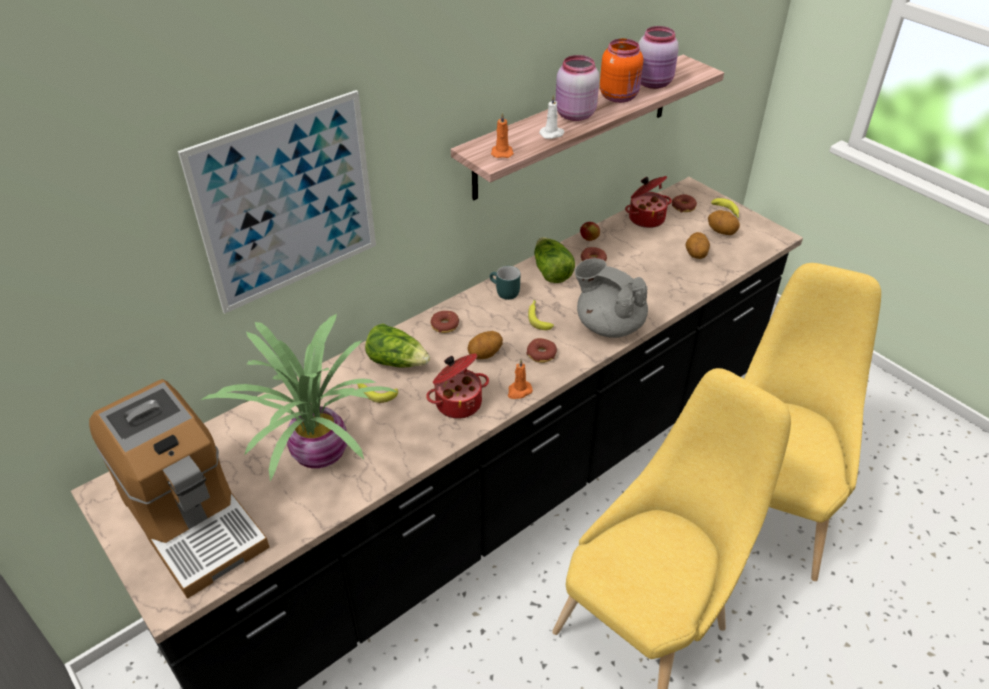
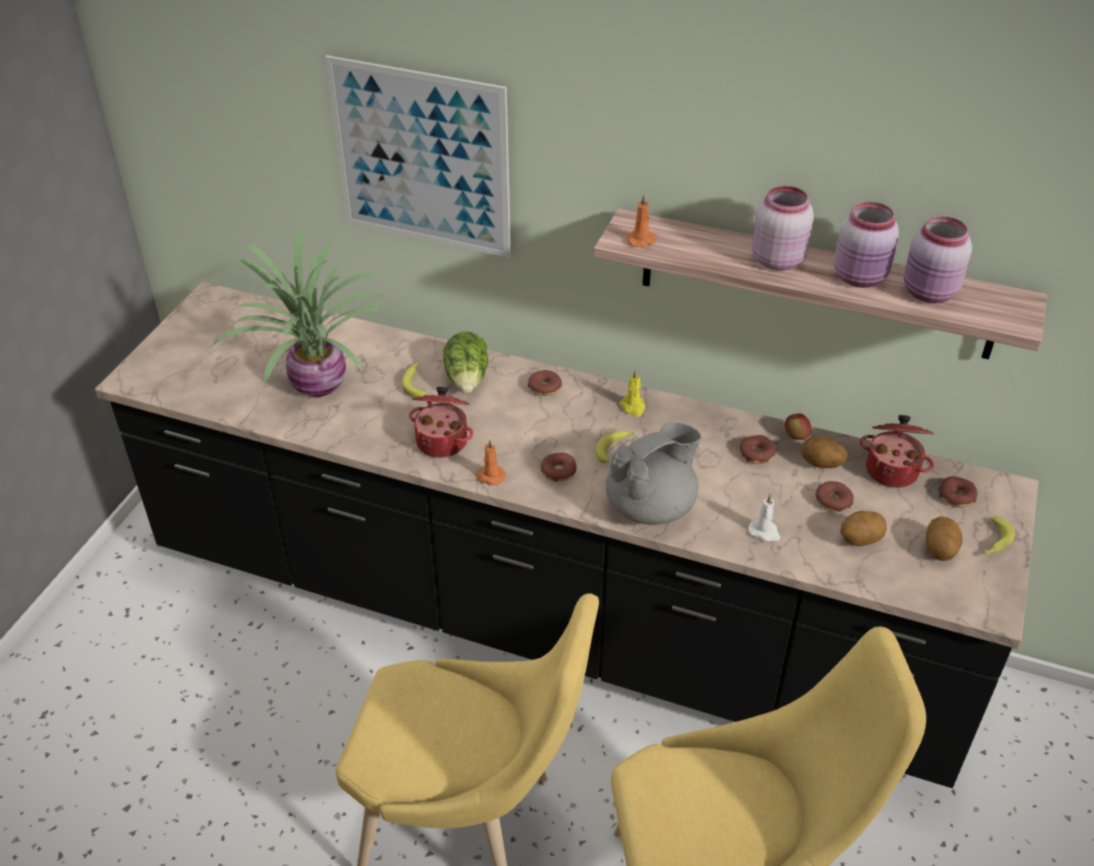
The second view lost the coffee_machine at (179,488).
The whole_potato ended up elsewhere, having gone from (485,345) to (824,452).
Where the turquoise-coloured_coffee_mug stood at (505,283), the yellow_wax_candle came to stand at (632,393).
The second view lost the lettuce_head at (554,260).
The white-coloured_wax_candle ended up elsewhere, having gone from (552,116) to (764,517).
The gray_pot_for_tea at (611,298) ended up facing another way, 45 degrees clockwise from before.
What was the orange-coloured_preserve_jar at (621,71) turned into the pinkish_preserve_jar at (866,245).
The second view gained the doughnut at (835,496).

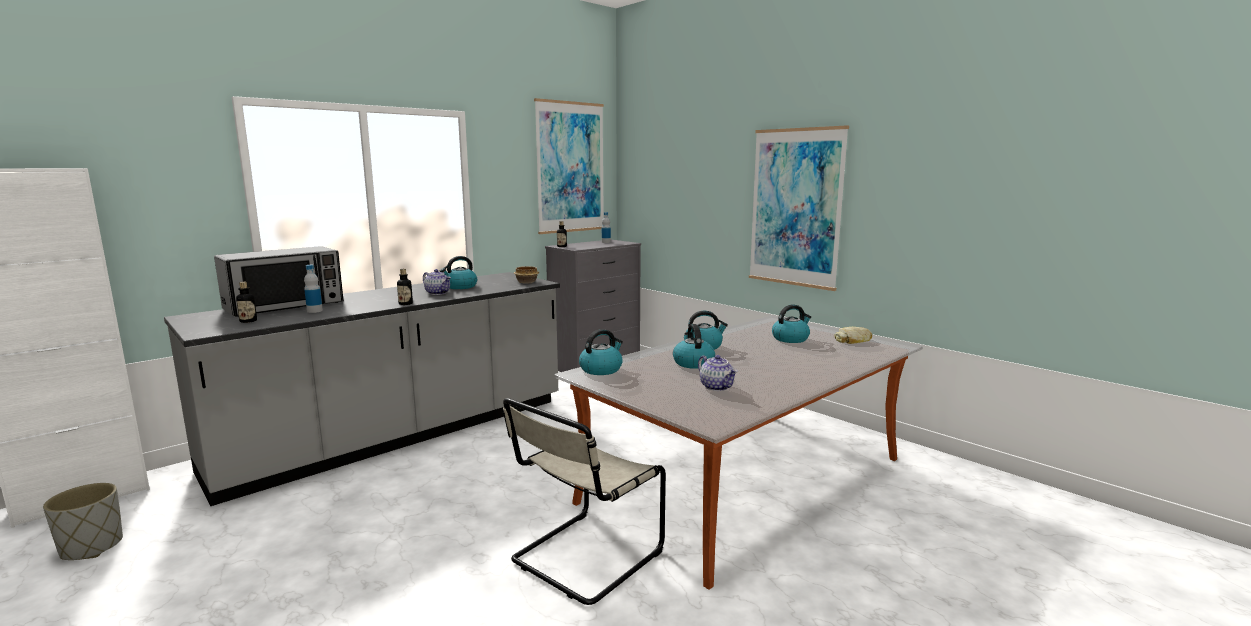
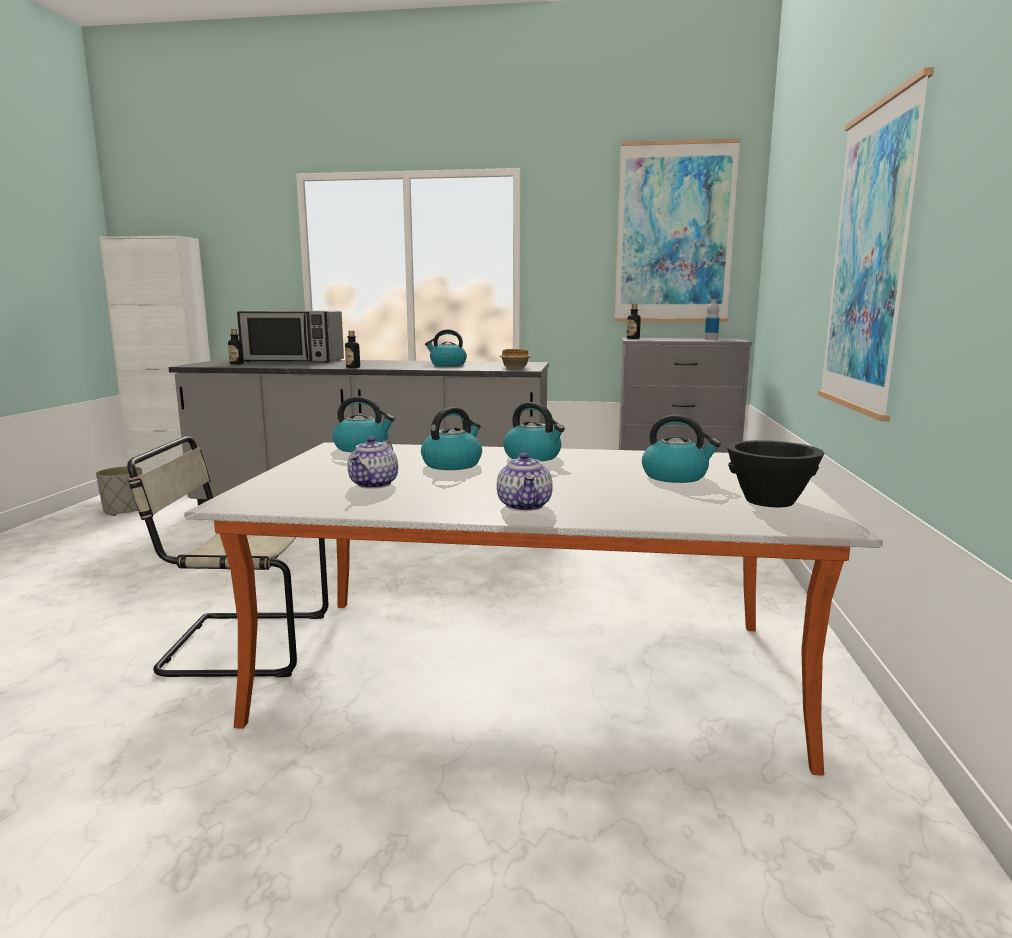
The second view lost the bottle at (313,289).
The pot_for_tea ended up elsewhere, having gone from (437,282) to (525,482).
Where the bread stood at (853,335), the black-coloured_bowl came to stand at (775,473).

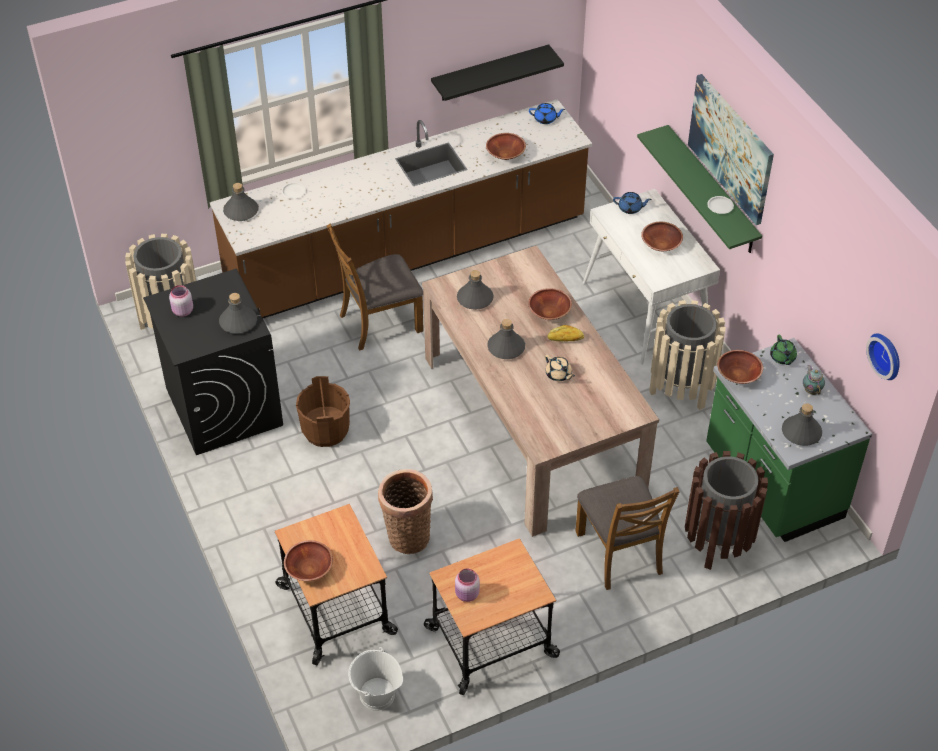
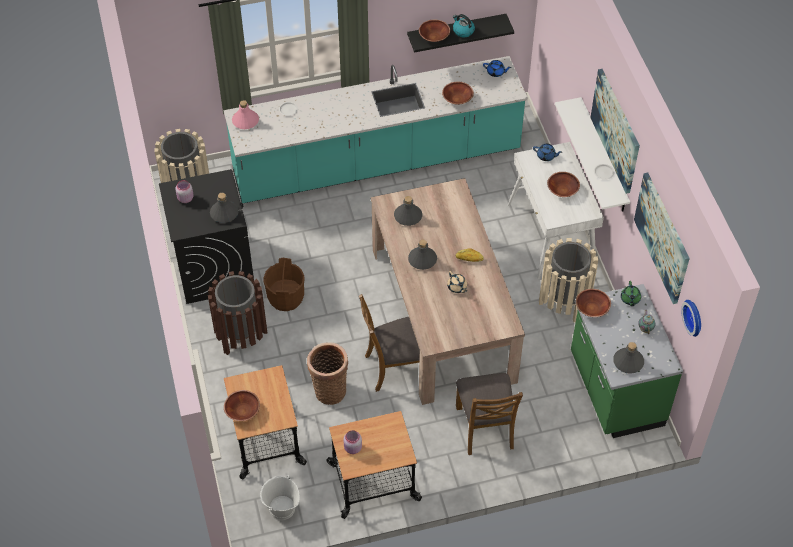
What was the brownish_kitchen_counter at (401,208) turned into the turquoise-coloured_kitchen_counter at (376,129).
What was the gray_bottle at (241,202) turned into the pinkish_bottle at (245,114).
The brownish_upright_chair ended up elsewhere, having gone from (375,287) to (389,343).
The brownish_bowl ended up elsewhere, having gone from (550,304) to (434,31).
What was the greenish_shelf at (699,189) turned into the white-coloured_shelf at (592,154).
The brownish_trash_can ended up elsewhere, having gone from (726,510) to (238,313).
The second view gained the water_kettle at (464,26).
The second view gained the picture at (662,238).

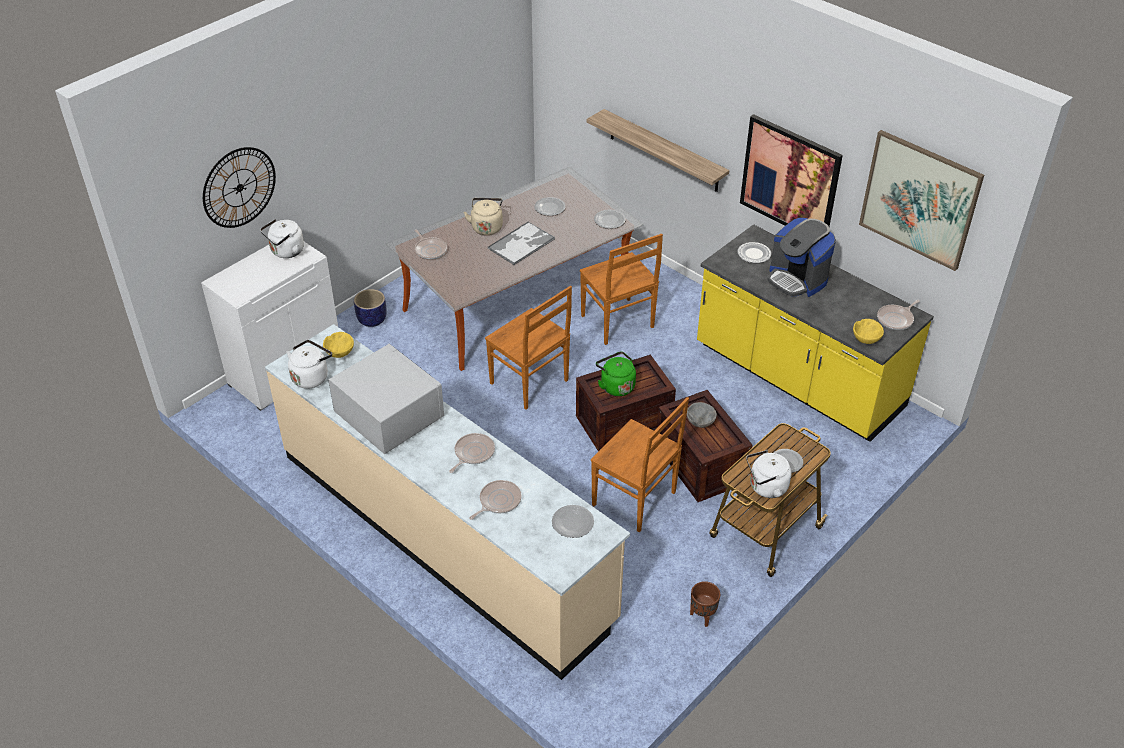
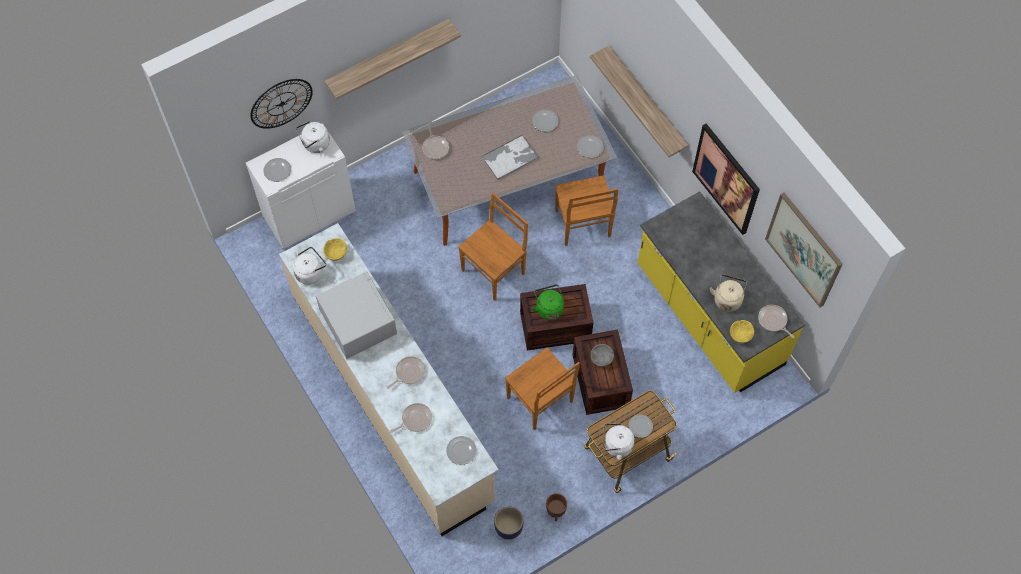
The planter ended up elsewhere, having gone from (370,308) to (508,523).
The sand-coloured_water_kettle ended up elsewhere, having gone from (483,216) to (728,293).
The brownish_upright_chair at (528,348) ended up facing another way, 105 degrees counterclockwise from before.
The dinner_plate ended up elsewhere, having gone from (754,252) to (277,170).
The second view lost the coffee_machine at (802,257).
The frying_pan at (898,315) ended up facing another way, 75 degrees clockwise from before.
The second view gained the shelf at (393,59).

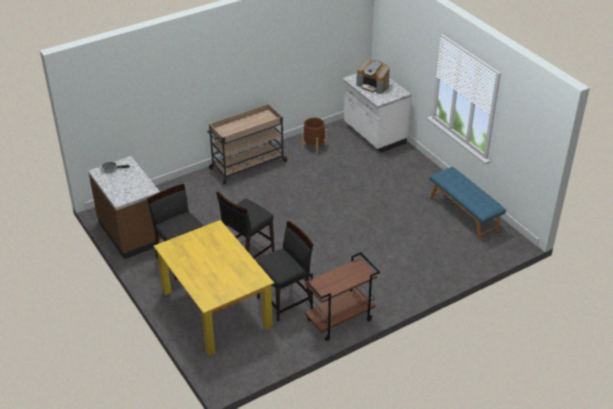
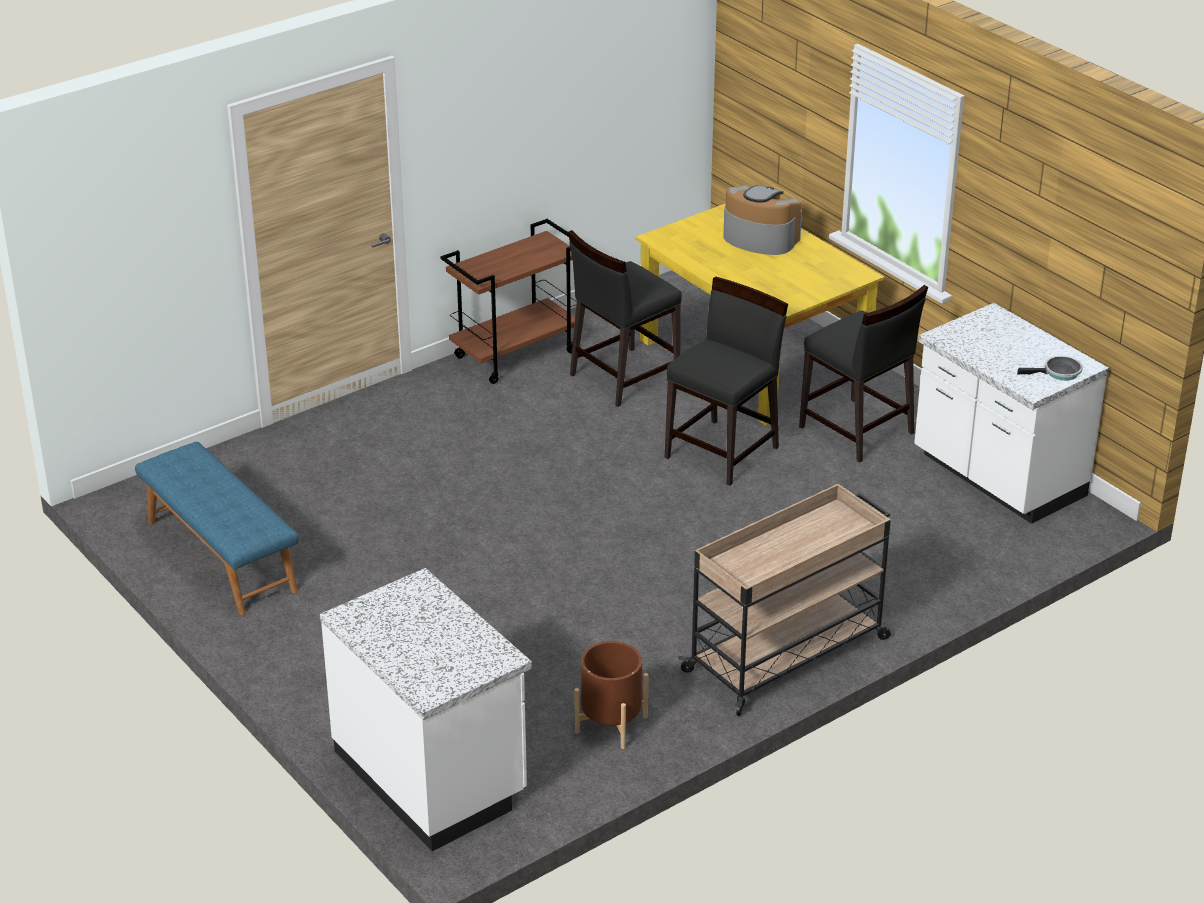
What was the brownish_kitchen_counter at (124,207) turned into the white-coloured_kitchen_counter at (1011,413).
The coffee_machine ended up elsewhere, having gone from (373,77) to (762,220).

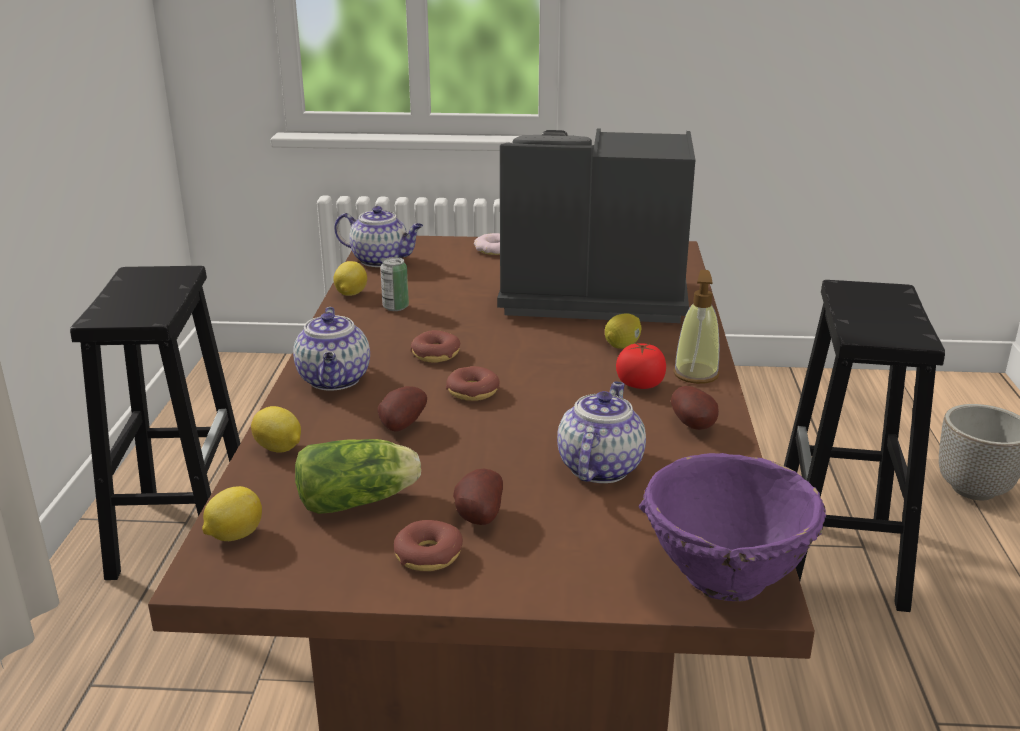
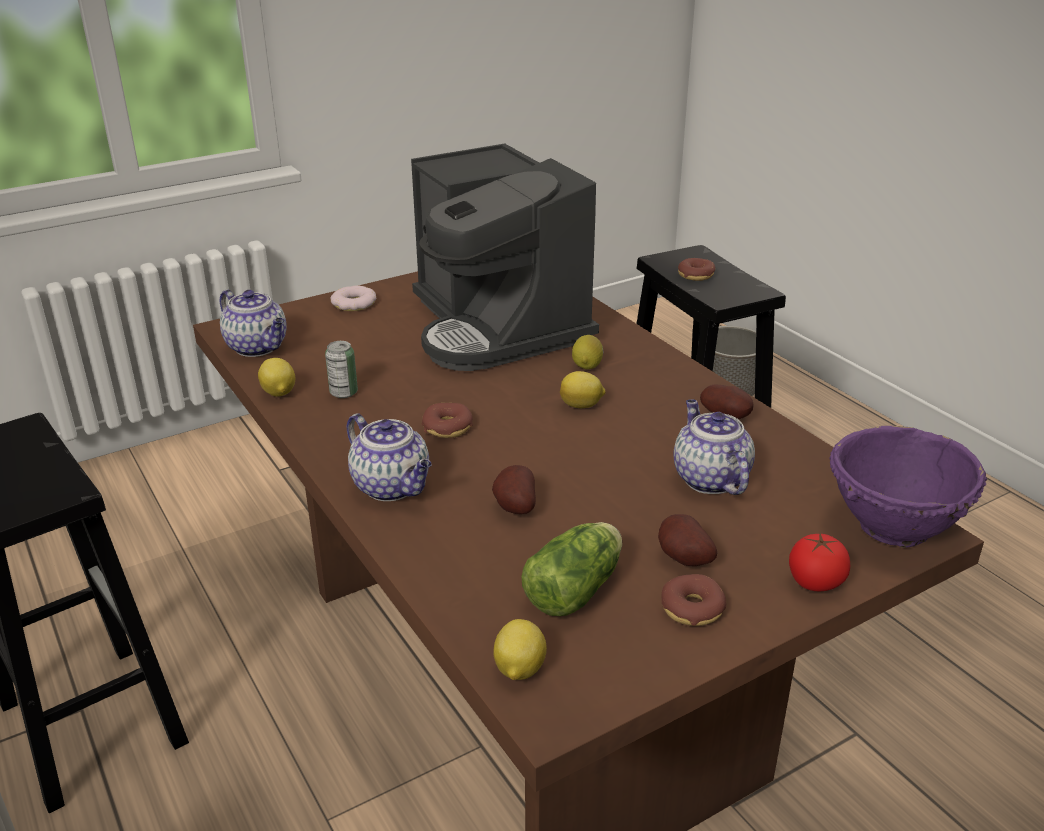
The whole_lemon ended up elsewhere, having gone from (276,429) to (583,389).
The pot_for_tea at (378,236) ended up facing another way, 60 degrees clockwise from before.
The doughnut ended up elsewhere, having gone from (473,383) to (696,269).
The coffee_machine at (596,225) ended up facing another way, 90 degrees counterclockwise from before.
The tomato ended up elsewhere, having gone from (641,366) to (819,561).
The second view lost the liquid_soap_bottle at (696,327).

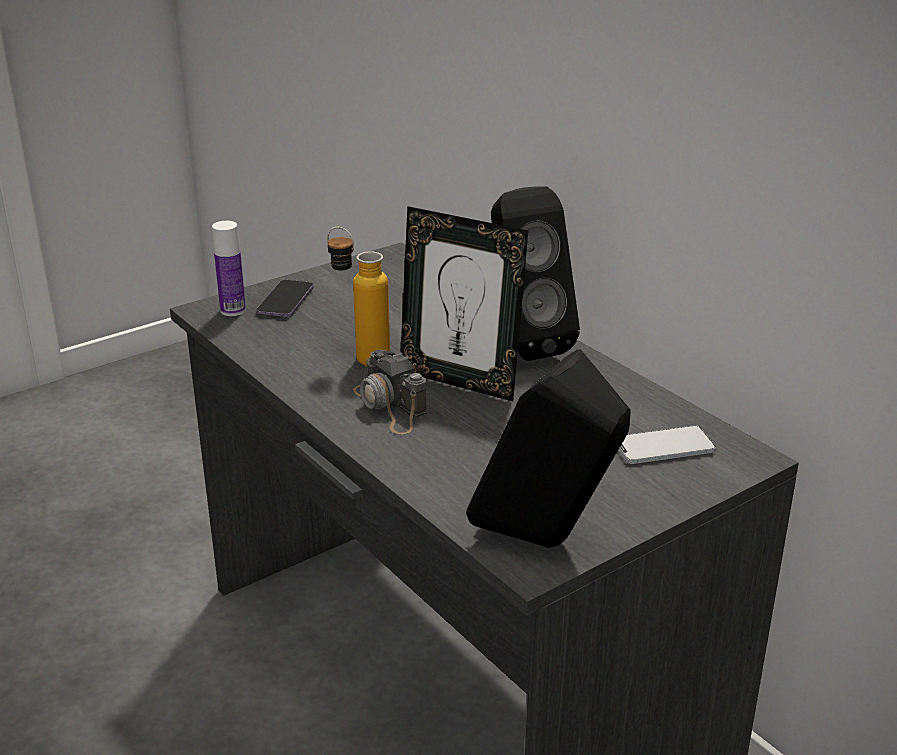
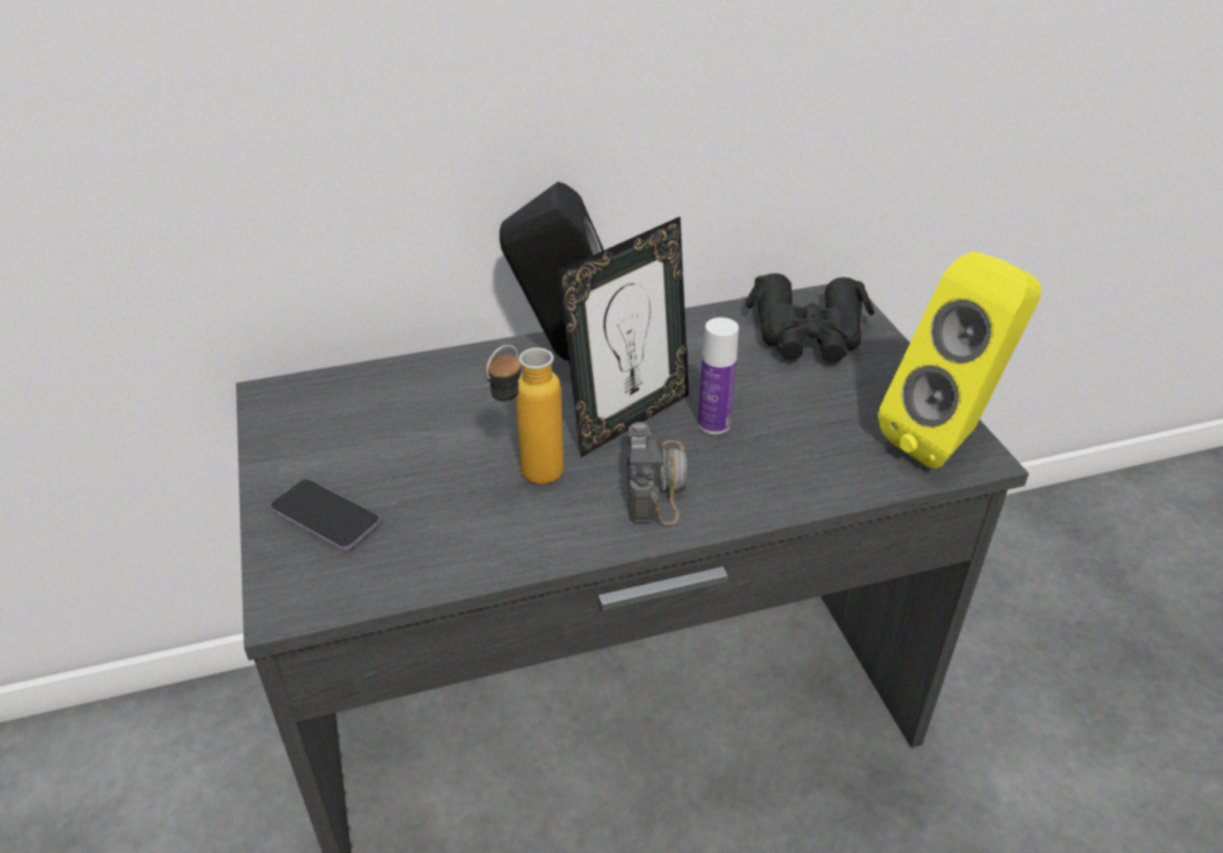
The bottle ended up elsewhere, having gone from (229,268) to (718,376).
The photo_camera at (390,392) ended up facing another way, 75 degrees counterclockwise from before.
What was the black-coloured_speaker at (549,448) turned into the yellow_speaker at (959,360).
Where the phone stood at (667,444), the black-coloured_field_glasses came to stand at (810,318).

